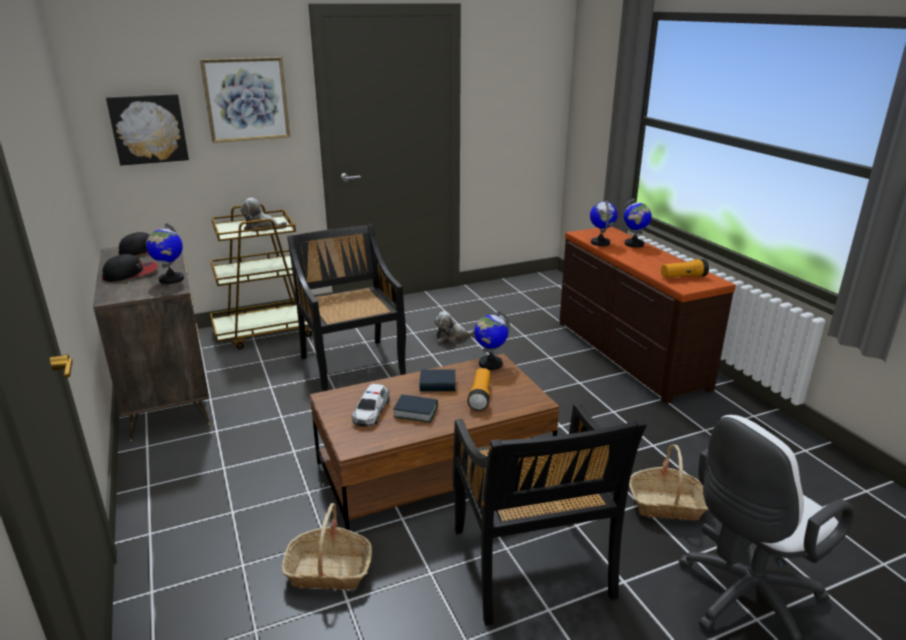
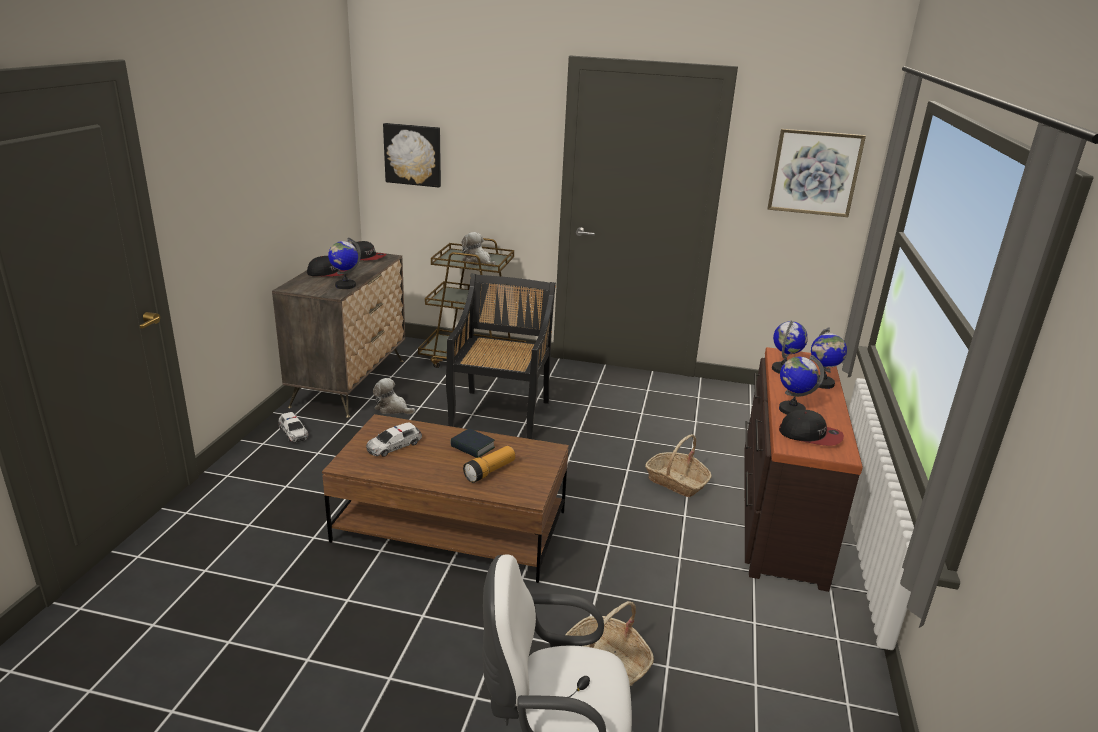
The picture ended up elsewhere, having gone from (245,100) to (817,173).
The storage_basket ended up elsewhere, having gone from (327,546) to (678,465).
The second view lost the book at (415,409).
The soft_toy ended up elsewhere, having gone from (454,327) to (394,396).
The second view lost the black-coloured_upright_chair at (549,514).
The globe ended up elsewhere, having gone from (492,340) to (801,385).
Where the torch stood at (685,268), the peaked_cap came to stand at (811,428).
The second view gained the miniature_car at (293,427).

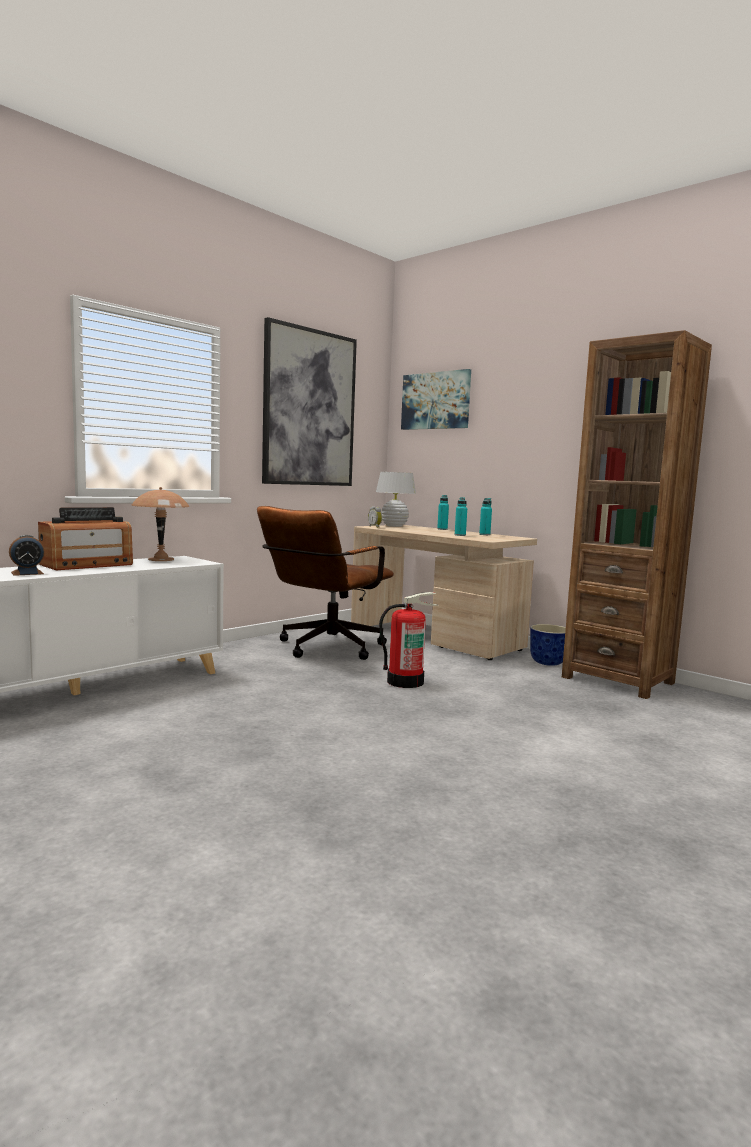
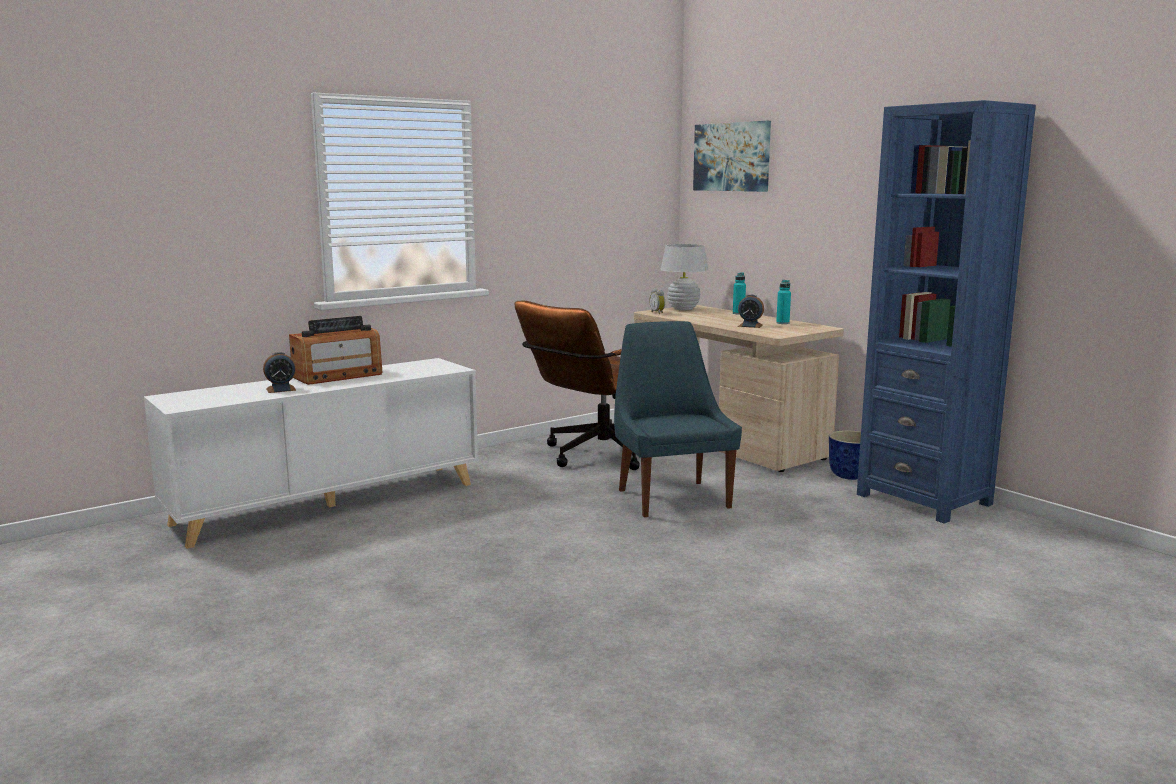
The second view lost the brownish_table_lamp at (160,524).
The second view lost the picture at (309,401).
Where the extinguisher stood at (408,640), the blue_upright_chair came to stand at (678,419).
Where the turquoise-coloured_bottle stood at (461,516), the bedside_clock came to stand at (751,311).
What was the brownish_shelving_unit at (637,514) turned into the blue_shelving_unit at (946,312).

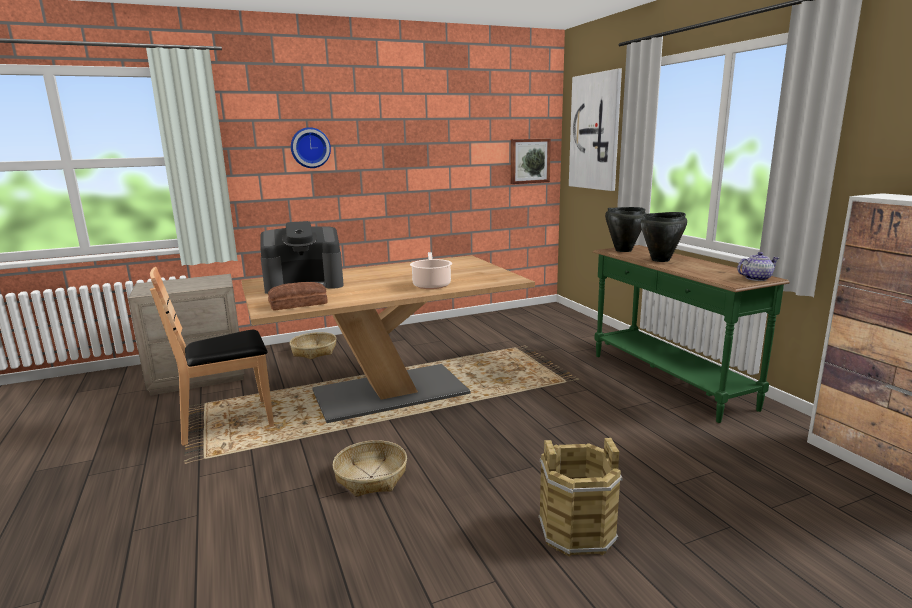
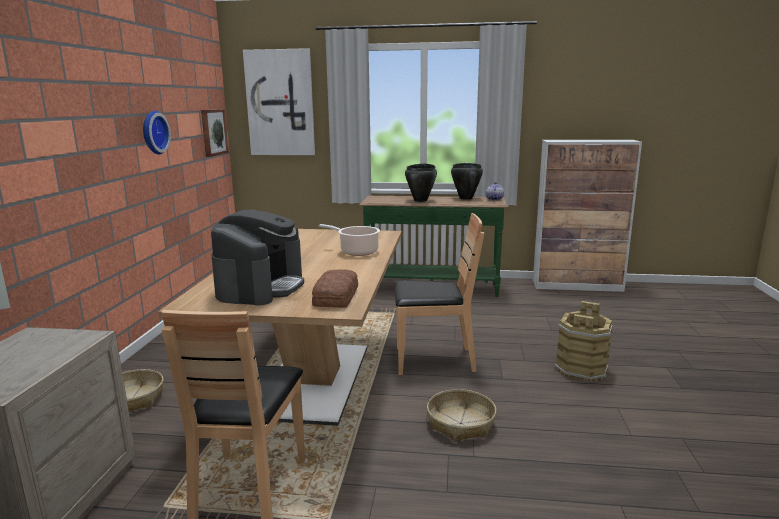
The clock_on_the_wall ended up elsewhere, having gone from (311,147) to (157,133).
The black-coloured_cooking_pot ended up elsewhere, having gone from (625,229) to (467,181).
The second view gained the brownish_upright_chair at (439,294).

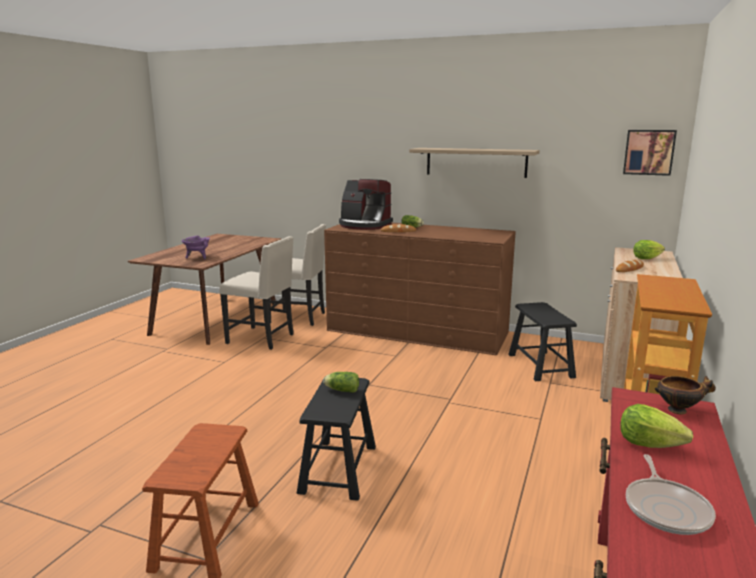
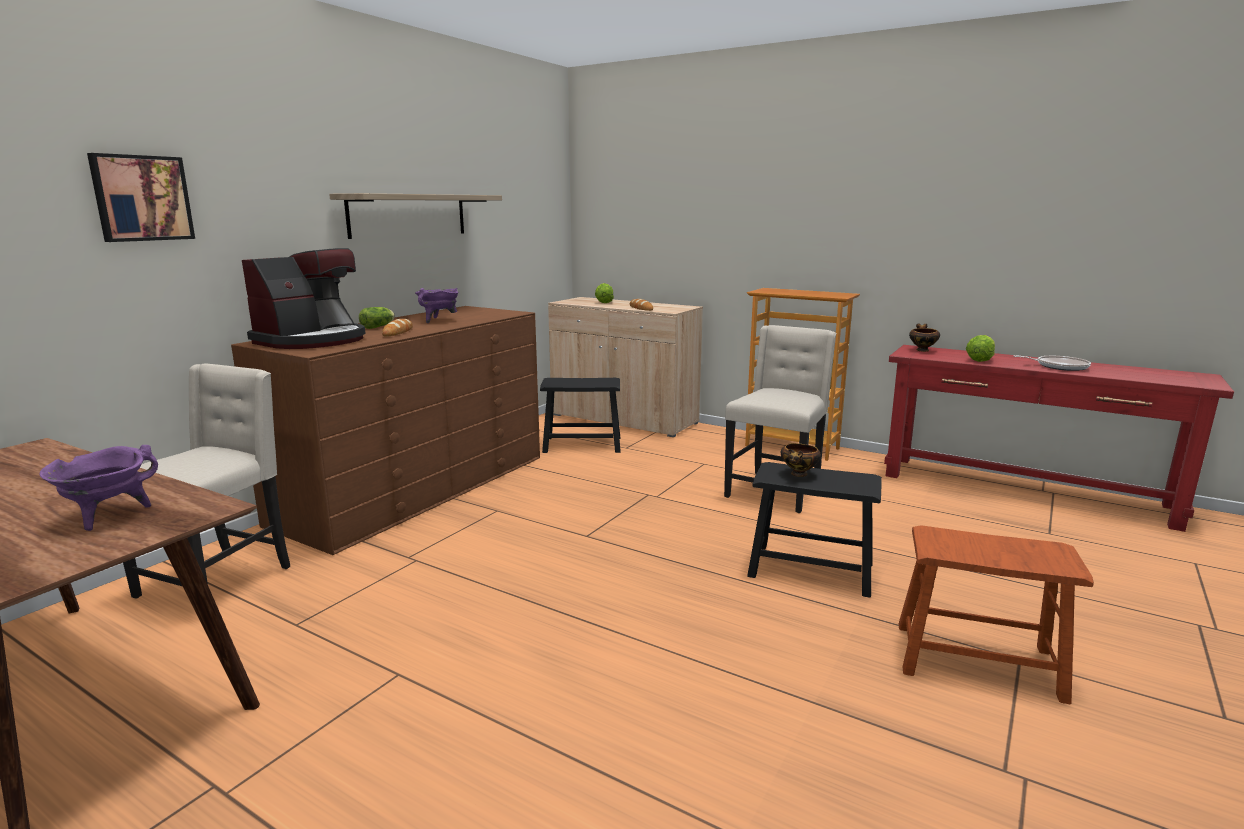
The sand-coloured_upright_chair ended up elsewhere, having gone from (256,293) to (780,419).
Where the lettuce_head stood at (341,382), the bowl came to stand at (801,460).
The picture ended up elsewhere, having gone from (650,153) to (141,197).
The second view gained the purplish_cooking_pot at (437,305).

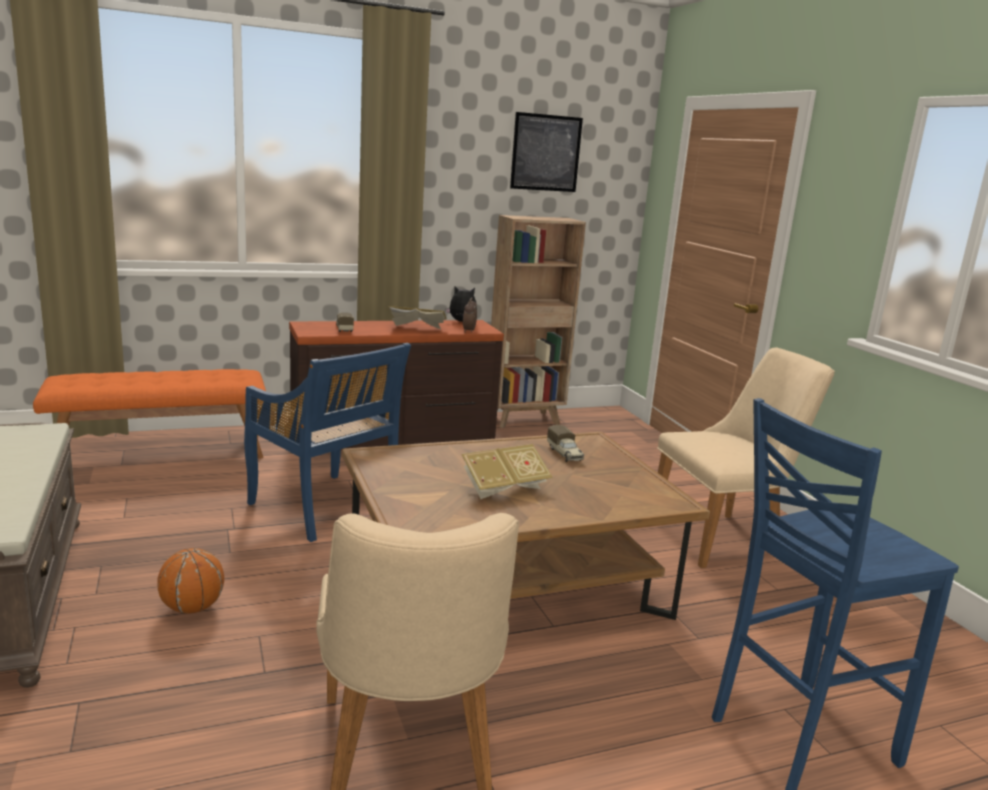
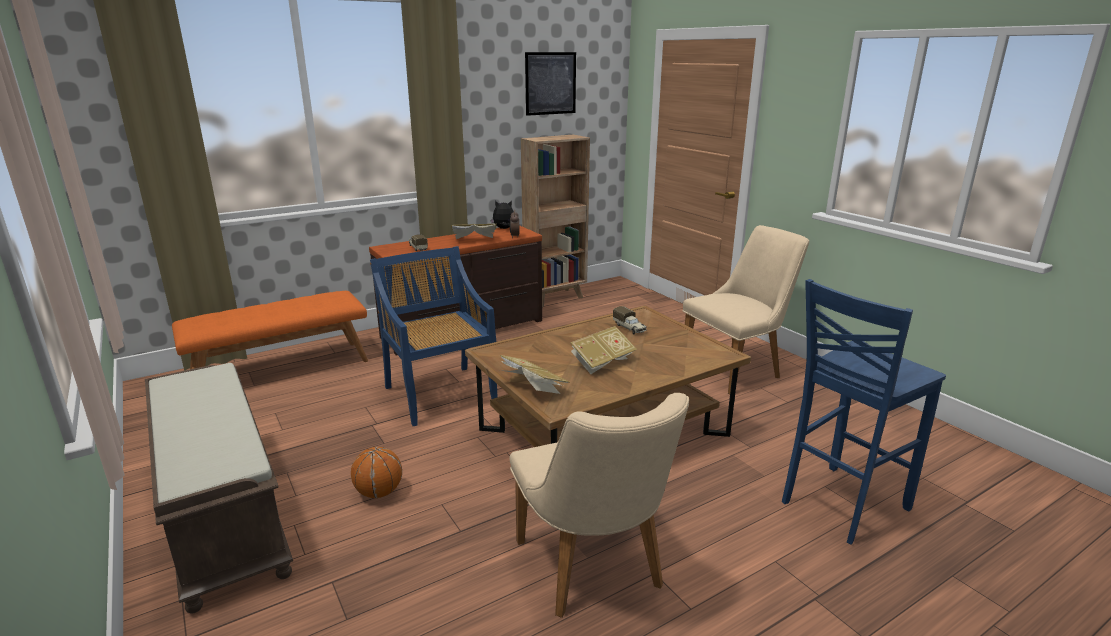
The blue_upright_chair at (327,442) ended up facing another way, 150 degrees counterclockwise from before.
The second view gained the book at (535,374).

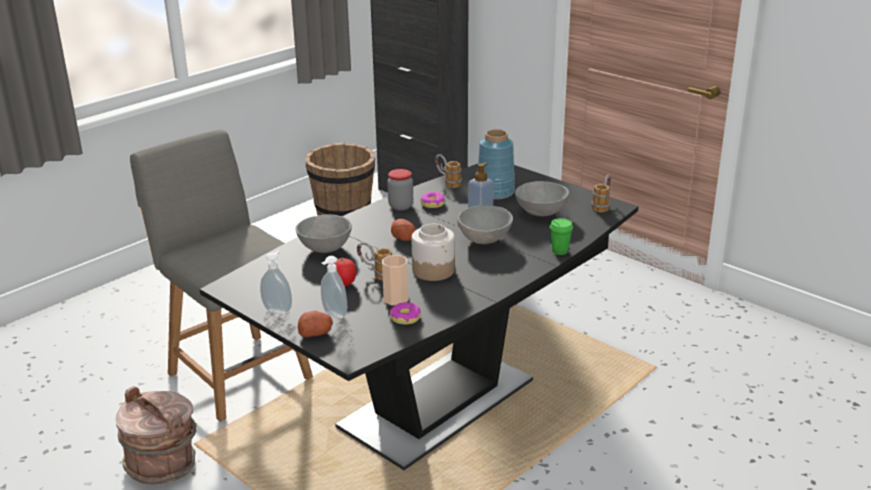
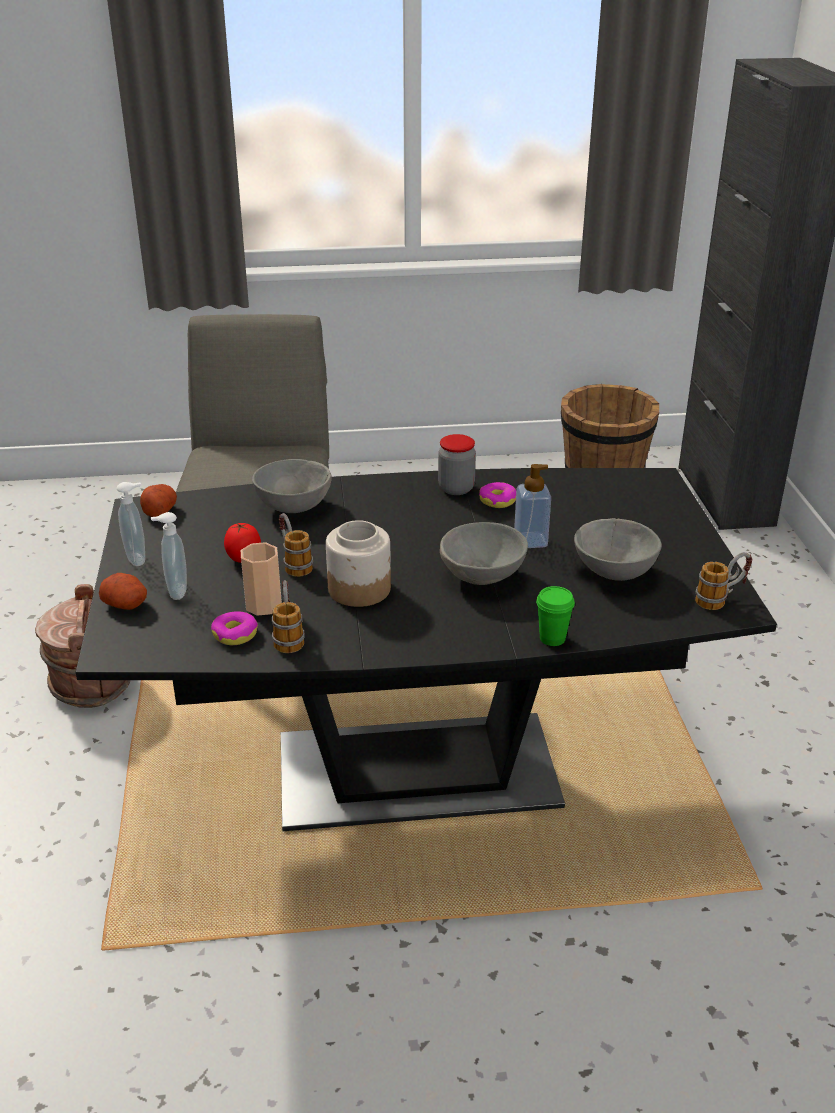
The whole_potato ended up elsewhere, having gone from (403,230) to (158,500).
The coffee_mug ended up elsewhere, having gone from (448,171) to (288,616).
The second view lost the blue_flower_vase at (496,164).

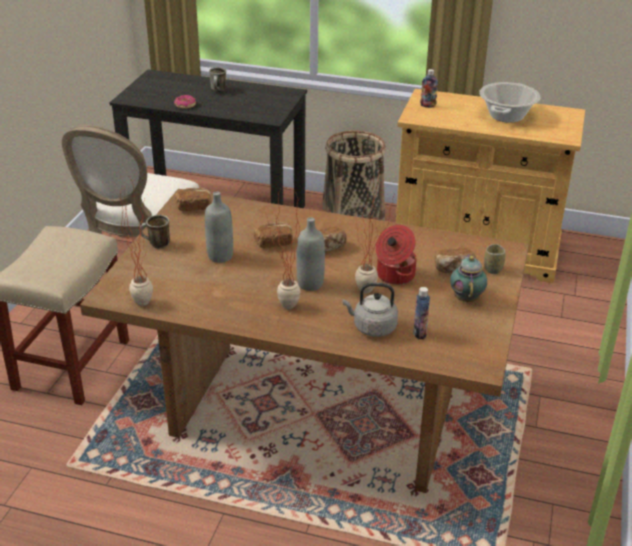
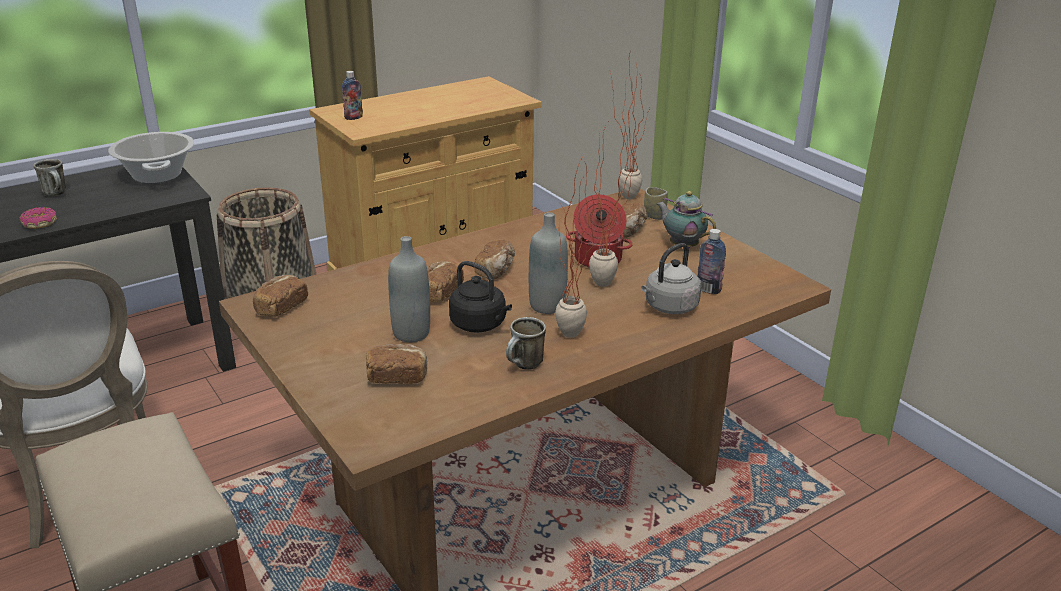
The houseplant ended up elsewhere, having gone from (136,240) to (630,126).
The coffee_mug ended up elsewhere, having gone from (155,232) to (526,343).
The cooking_pot ended up elsewhere, having gone from (509,102) to (151,158).
The second view gained the bread at (396,364).
The second view gained the black-coloured_water_kettle at (480,297).

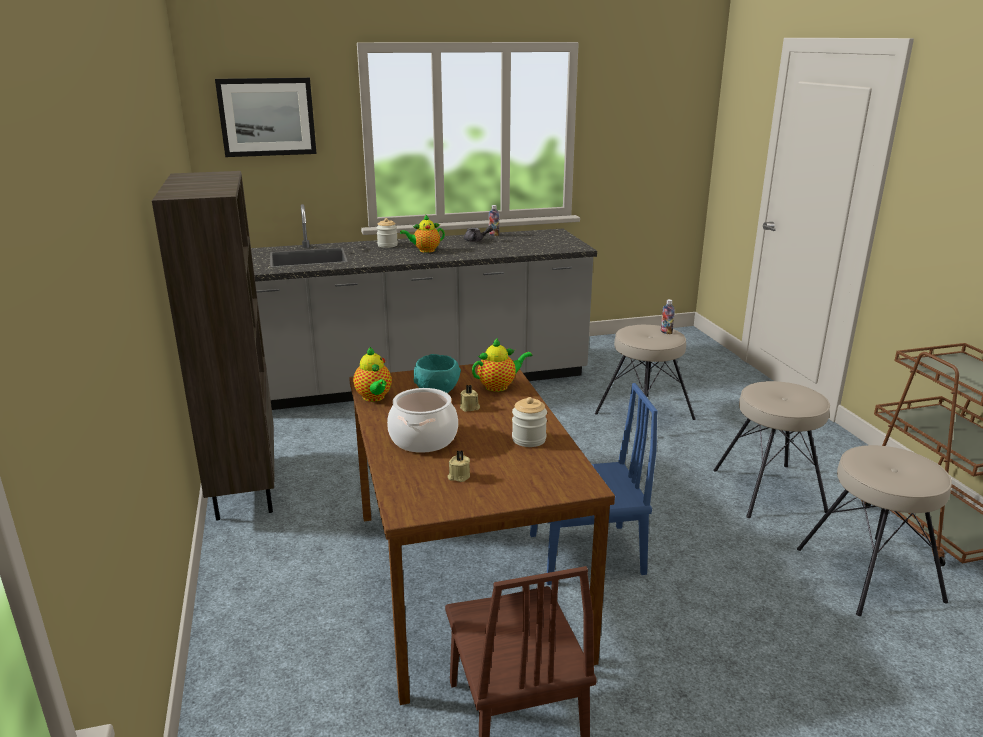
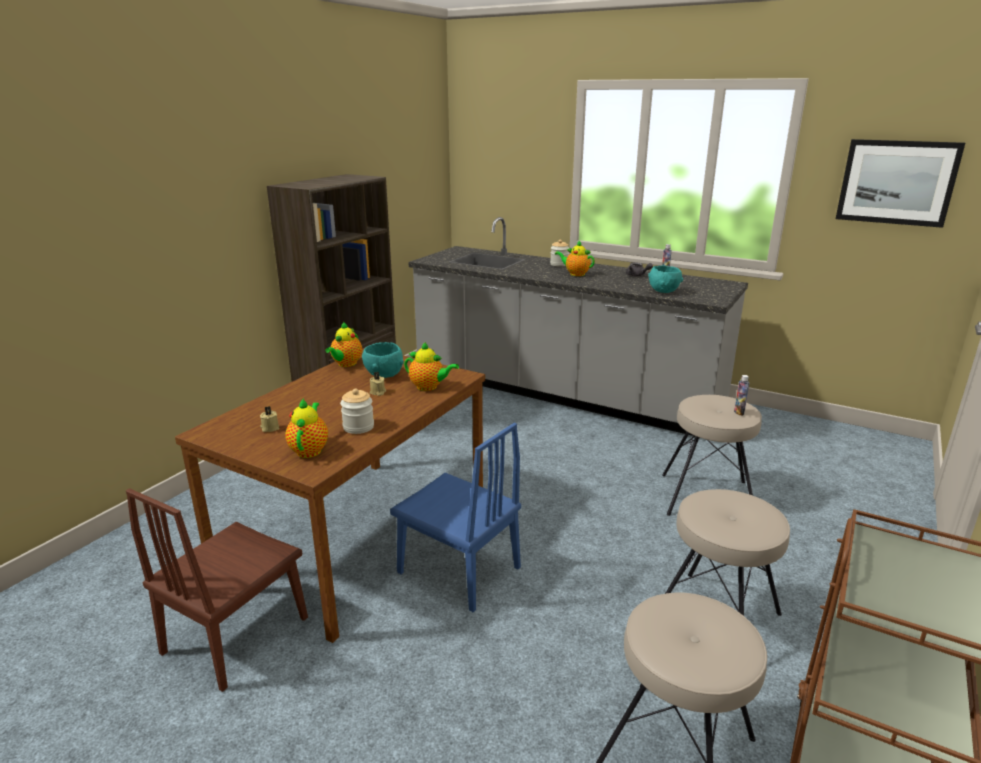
The picture ended up elsewhere, having gone from (266,117) to (900,183).
The second view lost the cooking_pot at (422,420).
The second view gained the pot_for_tea at (306,428).
The second view gained the turquoise-coloured_bowl at (665,279).

